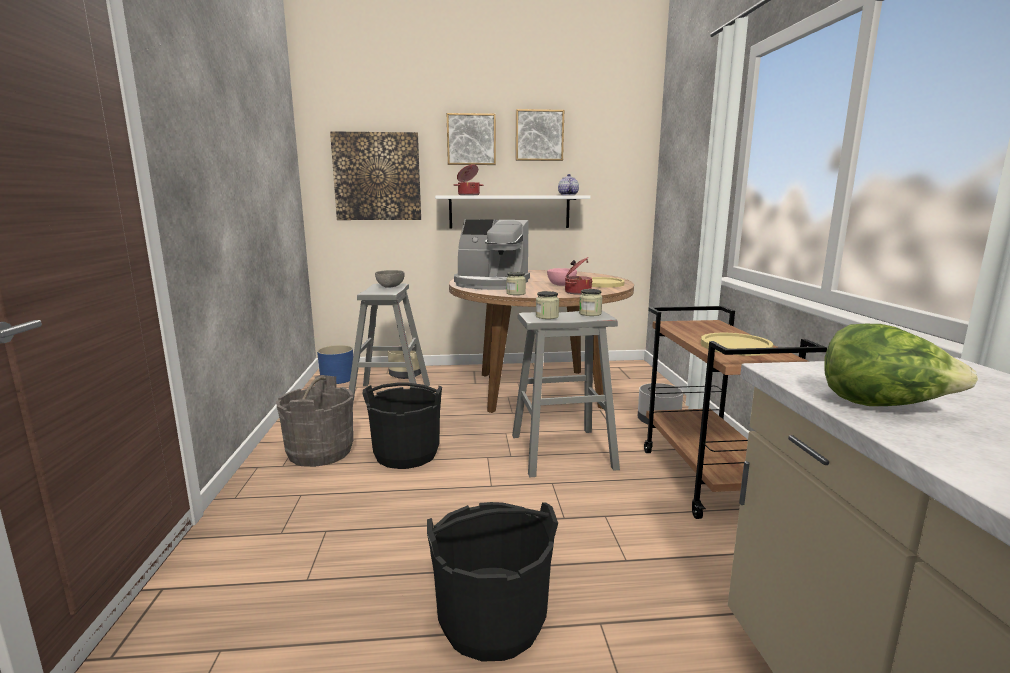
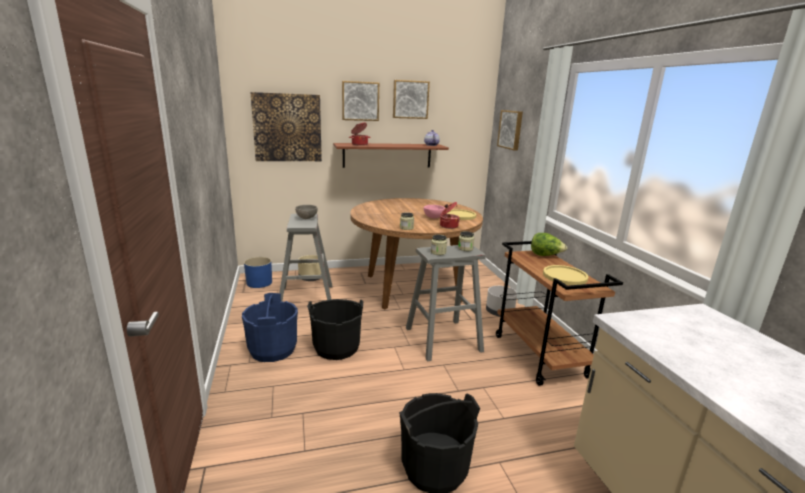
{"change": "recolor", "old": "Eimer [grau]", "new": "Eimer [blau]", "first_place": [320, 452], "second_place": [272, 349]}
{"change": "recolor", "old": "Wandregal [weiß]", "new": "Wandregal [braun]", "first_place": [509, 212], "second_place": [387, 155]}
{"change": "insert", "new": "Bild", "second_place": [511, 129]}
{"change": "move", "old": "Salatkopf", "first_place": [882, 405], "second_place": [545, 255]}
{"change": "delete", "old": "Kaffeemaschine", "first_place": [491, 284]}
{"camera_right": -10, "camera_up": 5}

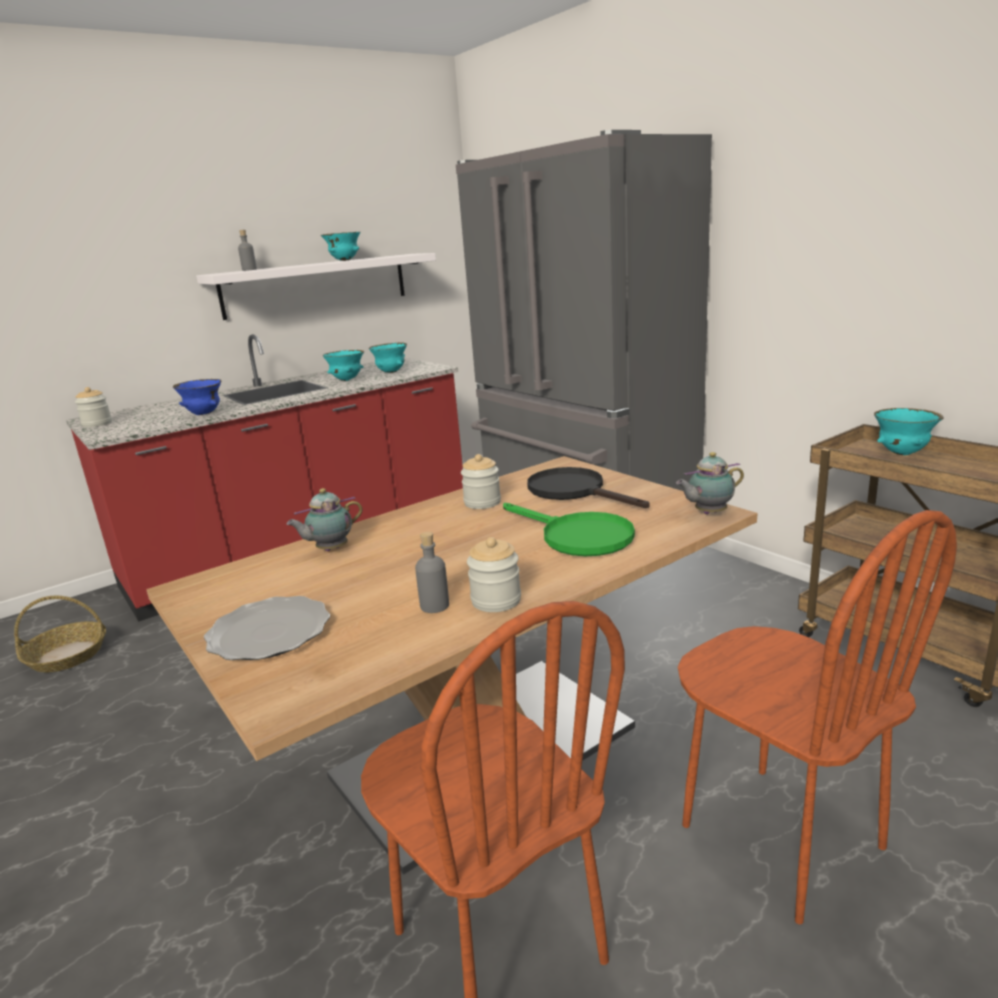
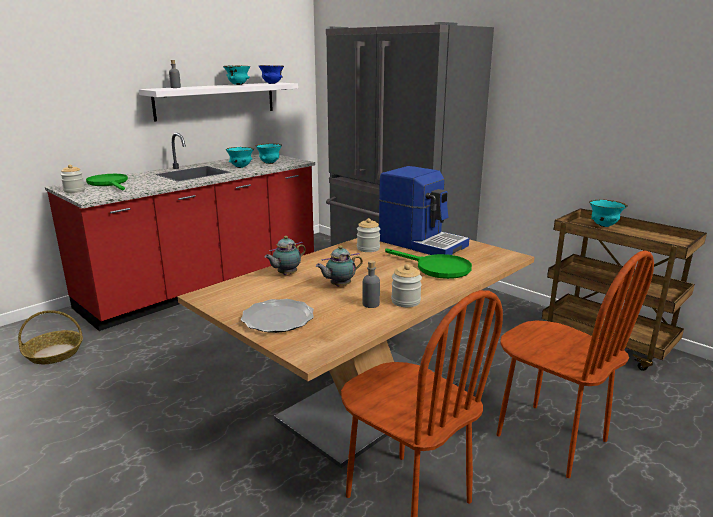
{"change": "insert", "new": "Pfanne [grün]", "second_place": [109, 183]}
{"change": "move", "old": "Schüssel [blau]", "first_place": [204, 414], "second_place": [272, 84]}
{"change": "move", "old": "Teekanne", "first_place": [708, 513], "second_place": [339, 286]}
{"change": "replace", "old": "Pfanne [schwarz]", "new": "Kaffeemaschine", "first_place": [574, 491], "second_place": [422, 243]}
{"camera_right": -10, "camera_up": 0}

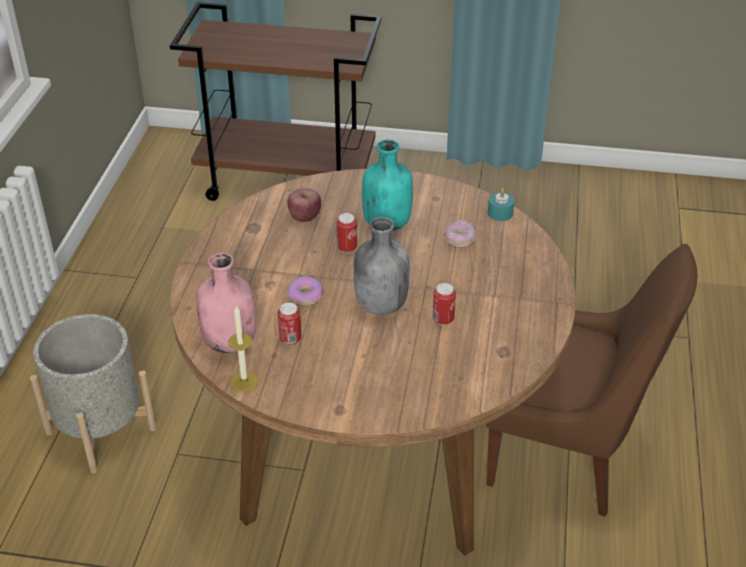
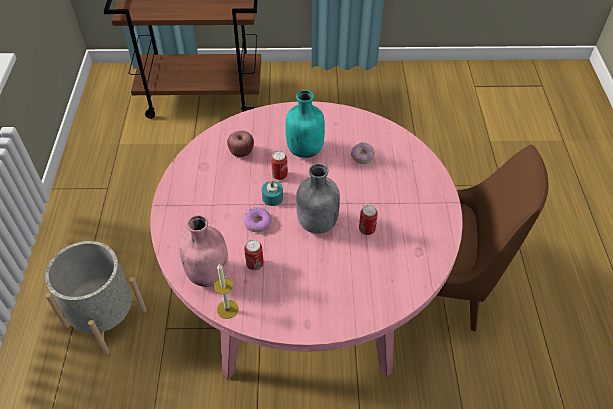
{"change": "recolor", "old": "Esstisch [braun]", "new": "Esstisch [rosa]", "first_place": [372, 450], "second_place": [306, 304]}
{"change": "move", "old": "Kerze [türkis]", "first_place": [500, 213], "second_place": [272, 197]}
{"camera_right": -10, "camera_up": 10}

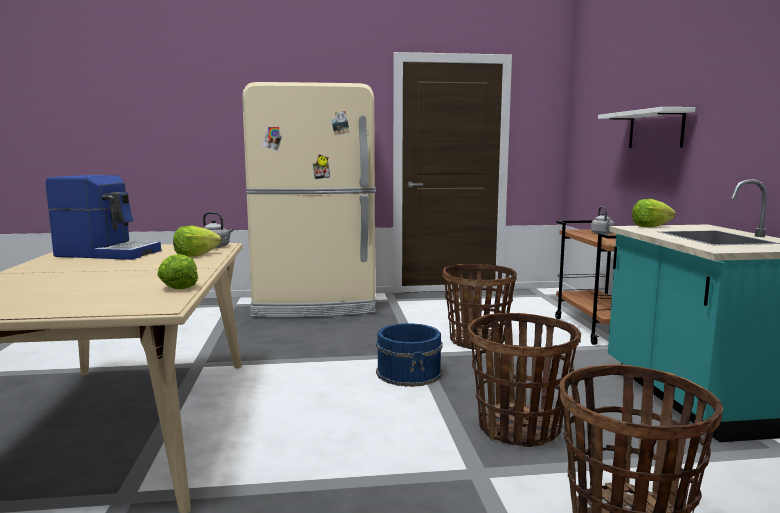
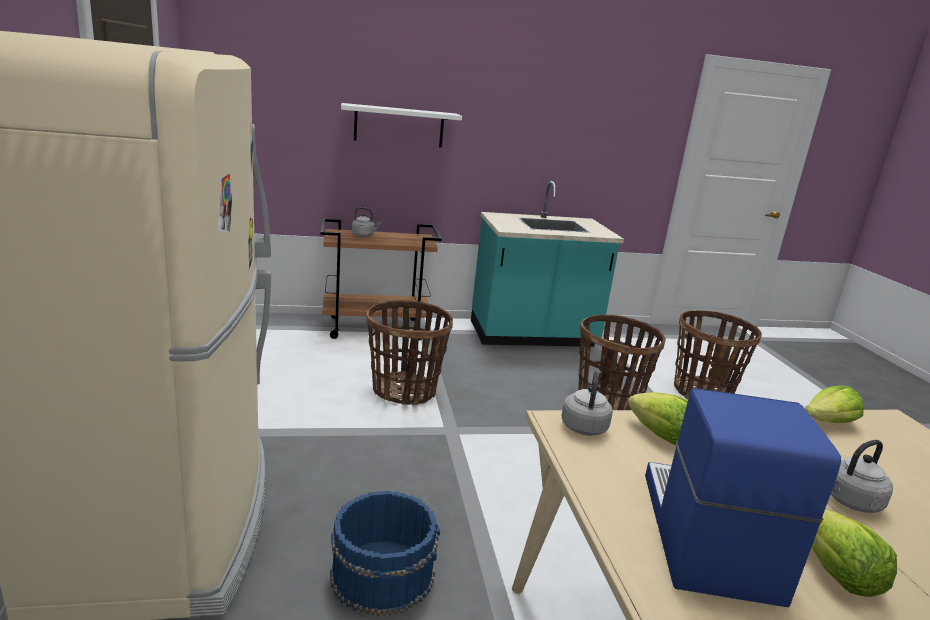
{"change": "move", "old": "Eimer [blau]", "first_place": [409, 373], "second_place": [382, 574]}
{"change": "move", "old": "Salatkopf", "first_place": [650, 226], "second_place": [835, 573]}
{"change": "insert", "new": "Wasserkessel [grau]", "second_place": [849, 501]}
{"camera_right": -95, "camera_up": 10}

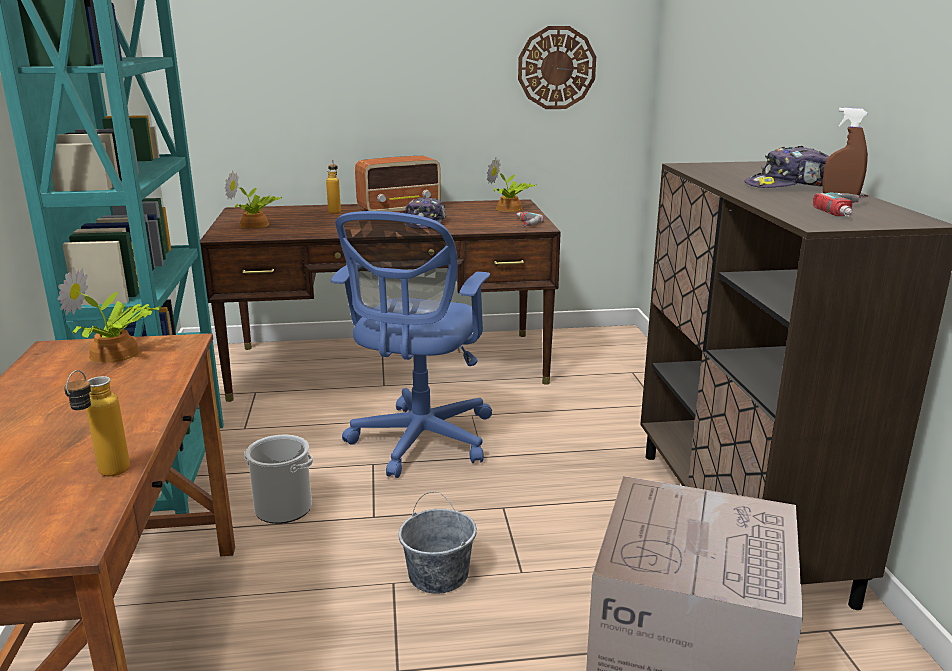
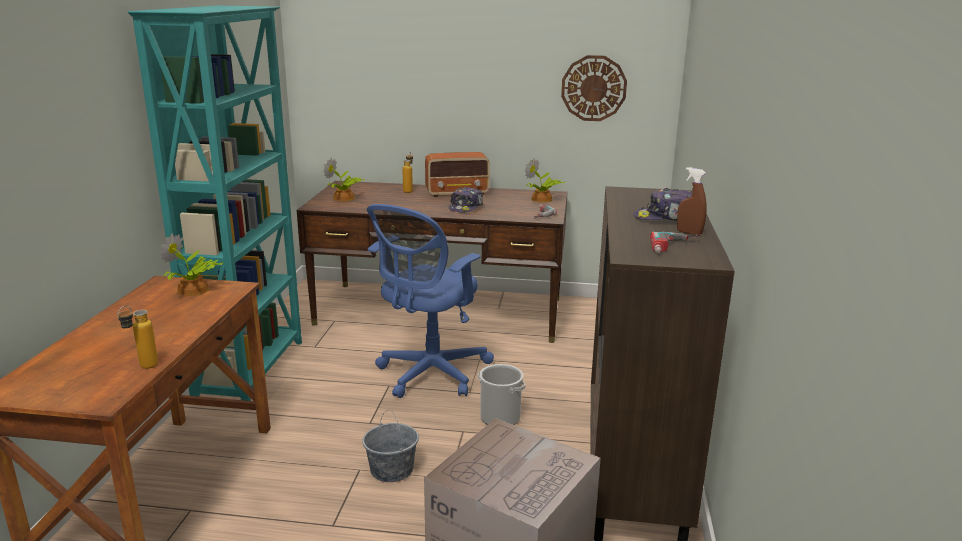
{"change": "move", "old": "Eimer", "first_place": [283, 508], "second_place": [500, 417]}
{"camera_right": 15, "camera_up": 0}

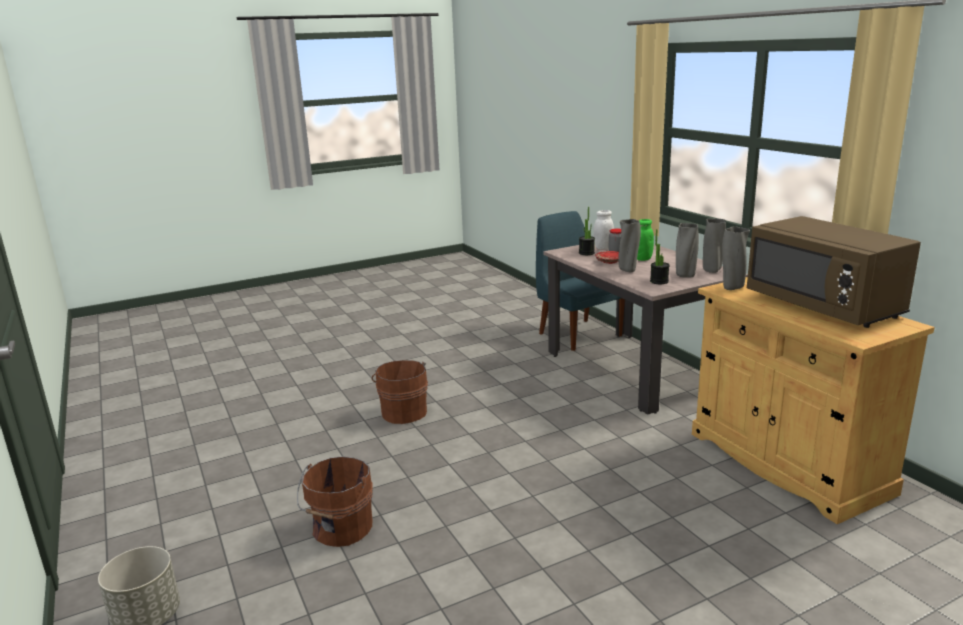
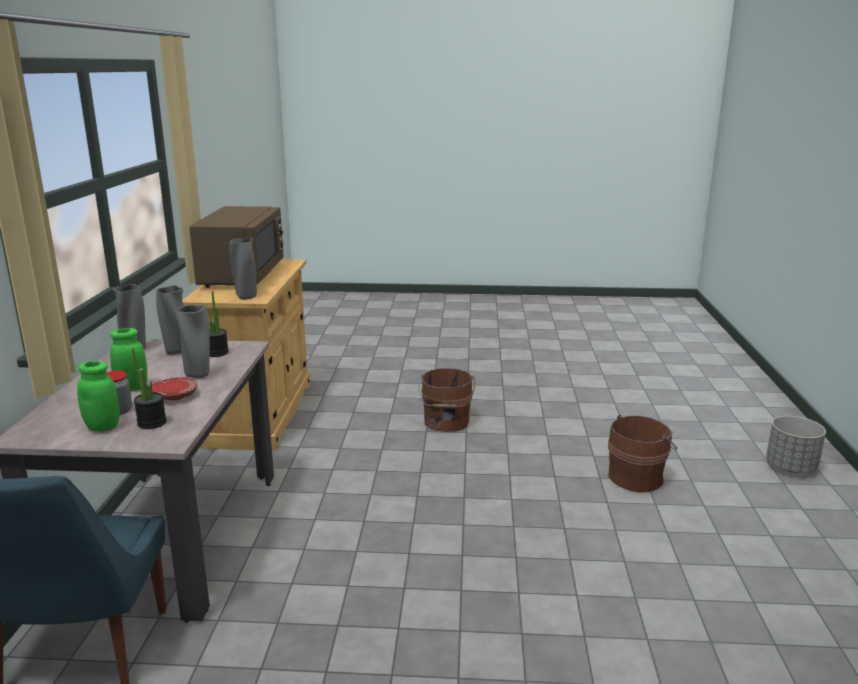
{"change": "recolor", "old": "Vorratsglas [weiß]", "new": "Vorratsglas [grün]", "first_place": [603, 248], "second_place": [103, 427]}
{"change": "move", "old": "Eimer [braun]", "first_place": [403, 412], "second_place": [446, 422]}
{"camera_right": -150, "camera_up": 0}

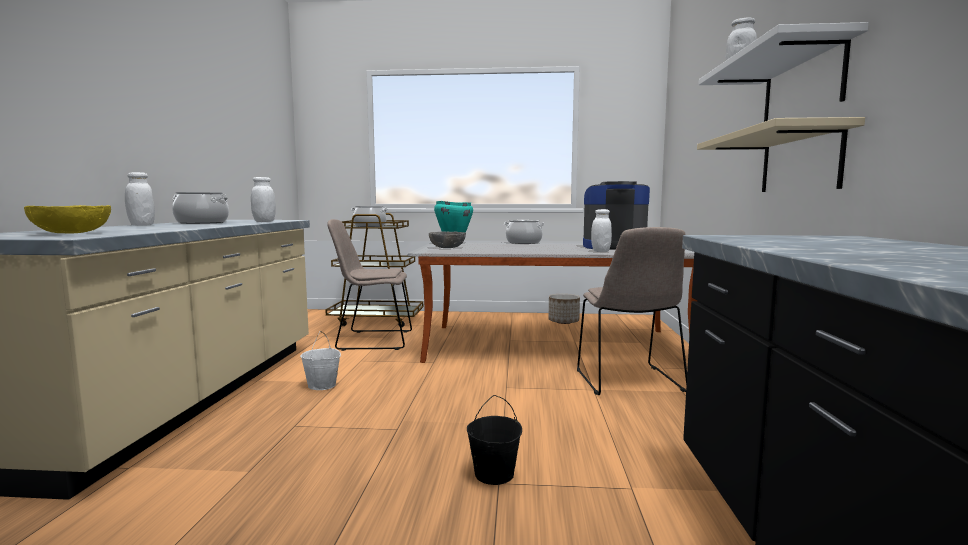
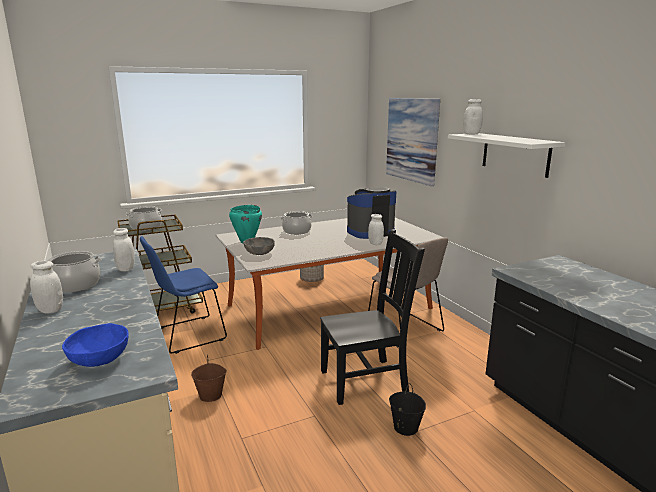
{"change": "recolor", "old": "Schüssel [gelb]", "new": "Schüssel [blau]", "first_place": [73, 233], "second_place": [100, 359]}
{"change": "recolor", "old": "Stuhl [beige]", "new": "Stuhl [blau]", "first_place": [372, 340], "second_place": [187, 335]}
{"change": "recolor", "old": "Eimer [weiß]", "new": "Eimer [braun]", "first_place": [322, 385], "second_place": [211, 395]}
{"change": "insert", "new": "Stuhl [schwarz]", "second_place": [366, 380]}
{"change": "insert", "new": "Bild", "second_place": [412, 140]}
{"change": "delete", "old": "Wandregal [beige]", "first_place": [799, 161]}
{"camera_right": -30, "camera_up": 10}

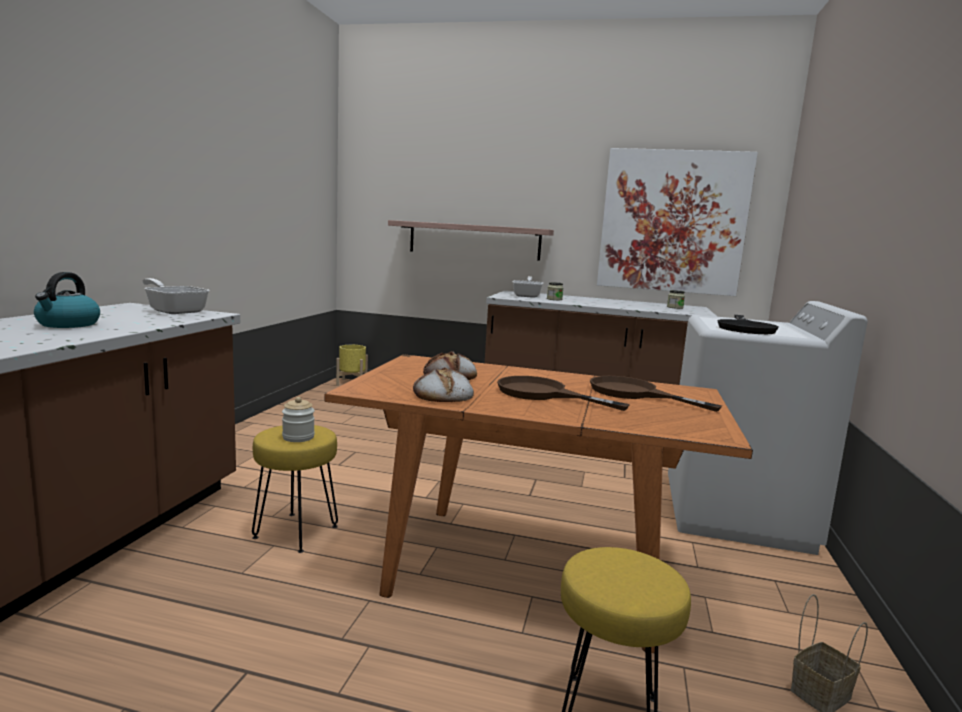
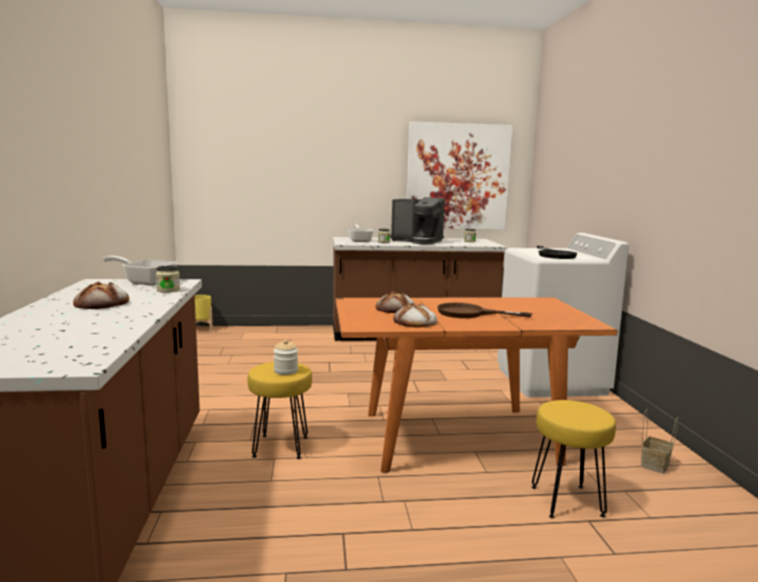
{"change": "replace", "old": "Wasserkessel", "new": "Brot", "first_place": [68, 324], "second_place": [102, 303]}
{"change": "insert", "new": "Vorratsglas", "second_place": [168, 290]}
{"change": "insert", "new": "Kaffeemaschine", "second_place": [417, 241]}
{"change": "delete", "old": "Wandregal", "first_place": [474, 240]}
{"change": "delete", "old": "Pfanne [braun]", "first_place": [634, 393]}
{"camera_right": -20, "camera_up": 0}

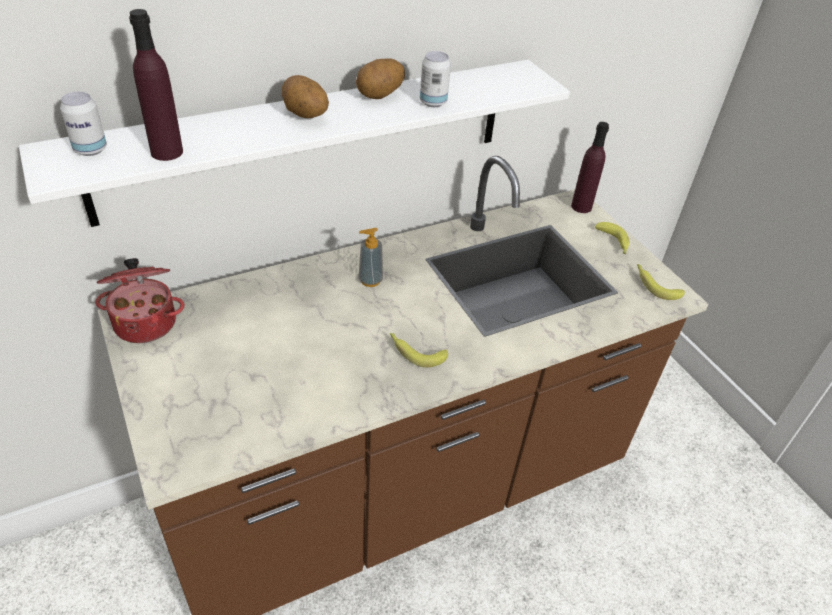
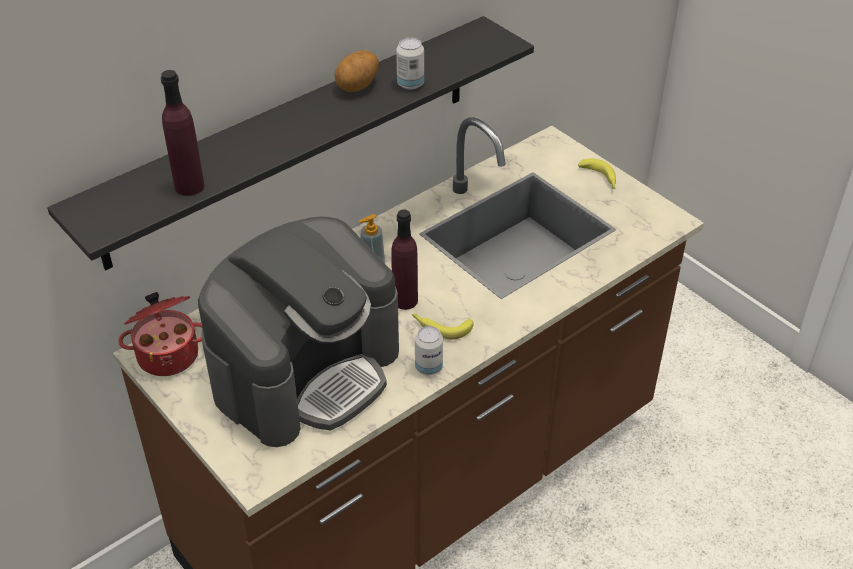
{"change": "recolor", "old": "Wandregal [weiß]", "new": "Wandregal [schwarz]", "first_place": [309, 139], "second_place": [292, 139]}
{"change": "insert", "new": "Kaffeemaschine", "second_place": [306, 371]}
{"change": "move", "old": "Flasche [lila]", "first_place": [581, 207], "second_place": [405, 300]}
{"change": "move", "old": "Dose", "first_place": [90, 150], "second_place": [428, 367]}
{"change": "delete", "old": "Kartoffel", "first_place": [305, 116]}
{"change": "delete", "old": "Banane", "first_place": [655, 285]}
{"camera_right": -10, "camera_up": 0}

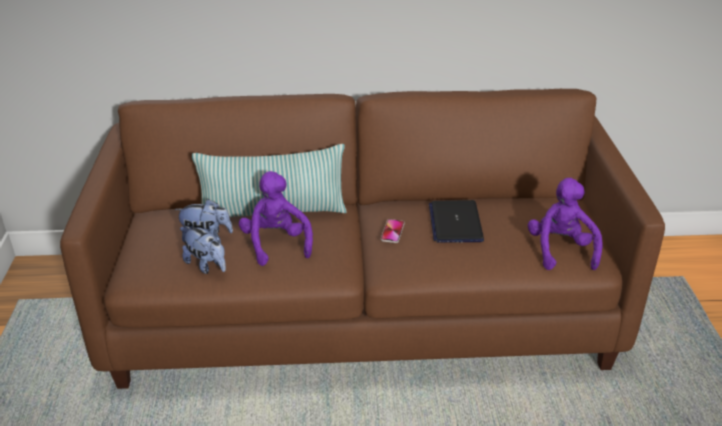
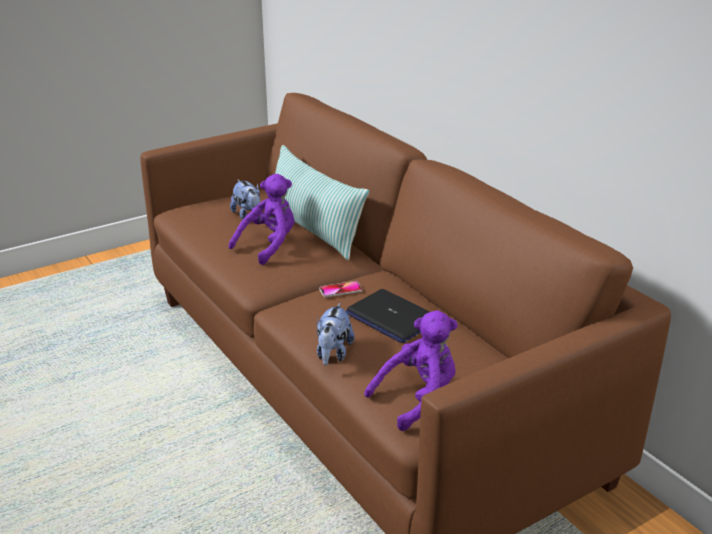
{"change": "move", "old": "Plüschtier", "first_place": [207, 266], "second_place": [333, 354]}
{"change": "rotate", "old": "Laptop", "first_place": [455, 222], "second_place": [391, 317], "degrees": -105}
{"camera_right": 60, "camera_up": -5}

